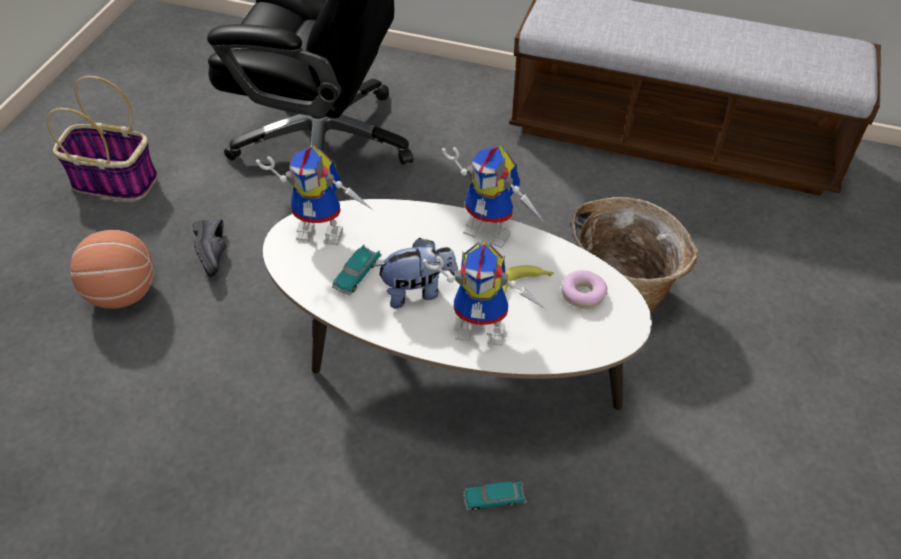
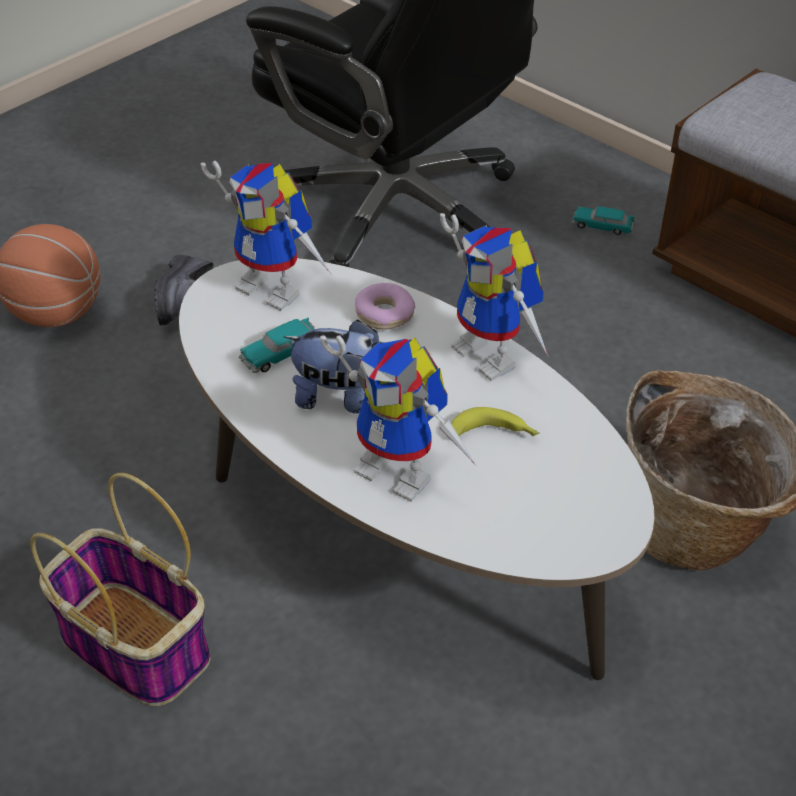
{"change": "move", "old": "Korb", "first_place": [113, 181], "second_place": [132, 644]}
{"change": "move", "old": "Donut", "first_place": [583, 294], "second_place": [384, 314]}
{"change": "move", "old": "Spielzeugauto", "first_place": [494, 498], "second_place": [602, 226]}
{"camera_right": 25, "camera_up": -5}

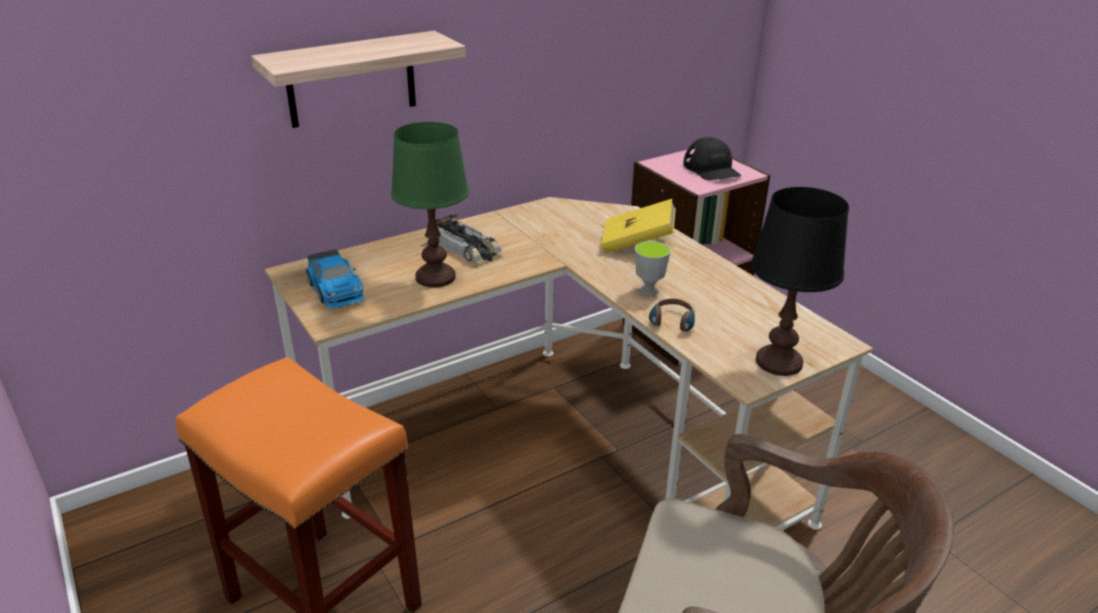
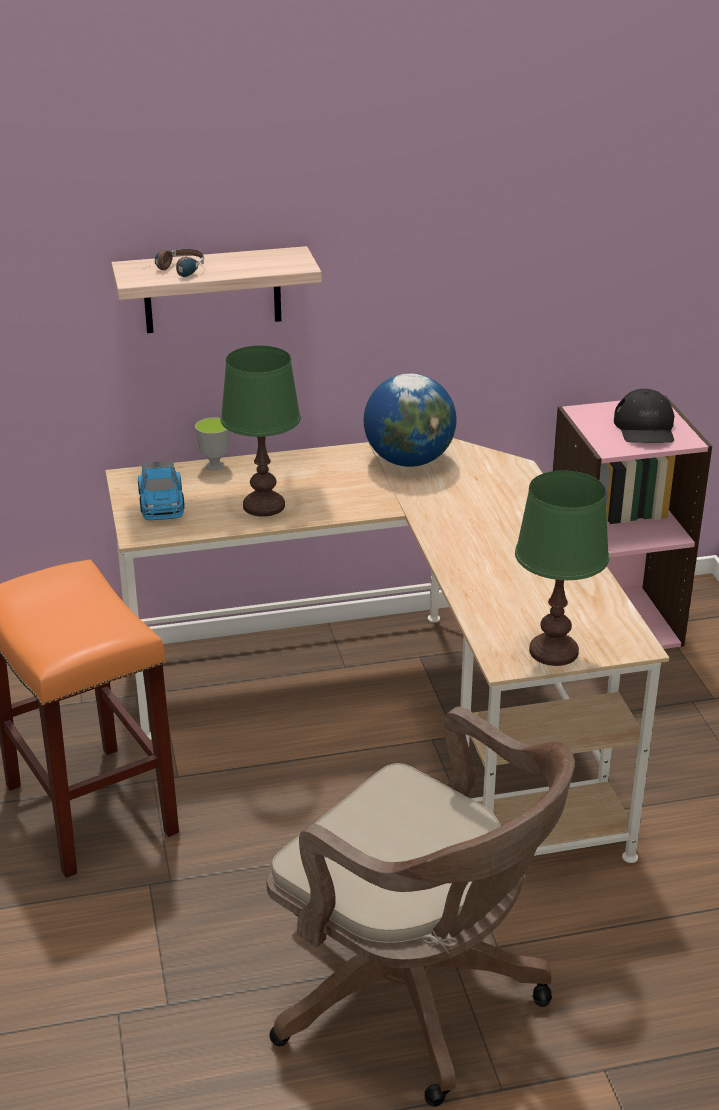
{"change": "move", "old": "Kopfhörer", "first_place": [671, 325], "second_place": [176, 272]}
{"change": "move", "old": "Tasse", "first_place": [649, 290], "second_place": [215, 466]}
{"change": "insert", "new": "Globus", "second_place": [409, 461]}
{"change": "recolor", "old": "Tischlampe [schwarz]", "new": "Tischlampe [grün]", "first_place": [779, 362], "second_place": [554, 651]}
{"change": "delete", "old": "Spielzeugauto", "first_place": [466, 248]}
{"change": "delete", "old": "Buch [gelb]", "first_place": [637, 243]}
{"camera_right": 20, "camera_up": 0}

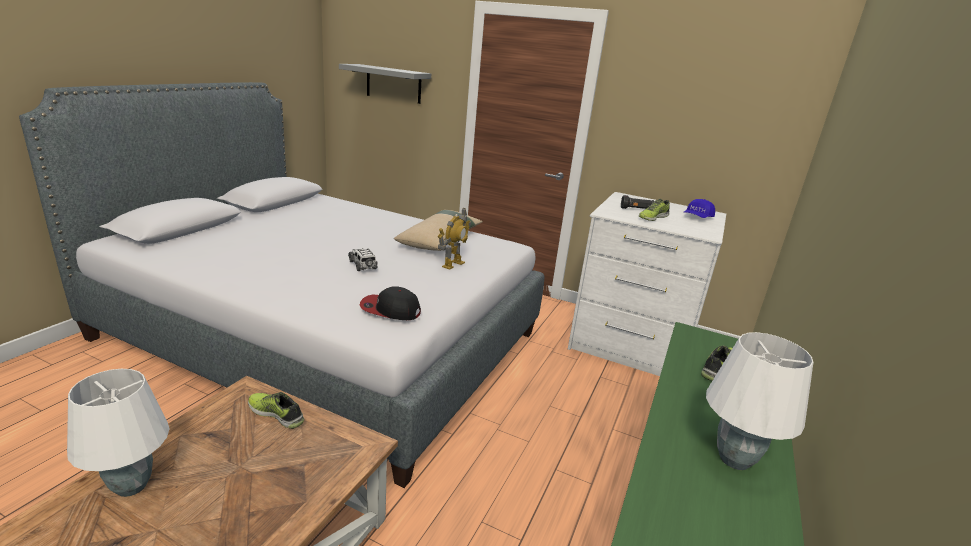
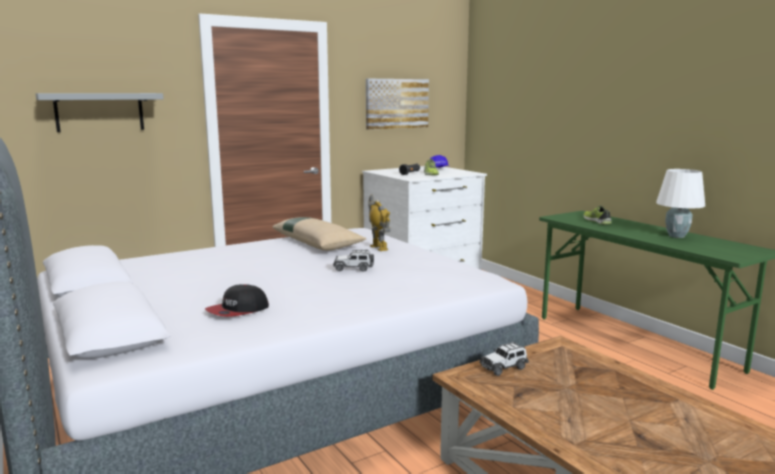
{"change": "move", "old": "Kappe", "first_place": [390, 310], "second_place": [238, 310]}
{"change": "insert", "new": "Bild", "second_place": [396, 103]}
{"change": "replace", "old": "Schuh", "new": "Spielzeugauto", "first_place": [277, 414], "second_place": [504, 367]}
{"change": "delete", "old": "Tischlampe [weiß]", "first_place": [131, 486]}
{"camera_right": -55, "camera_up": -10}

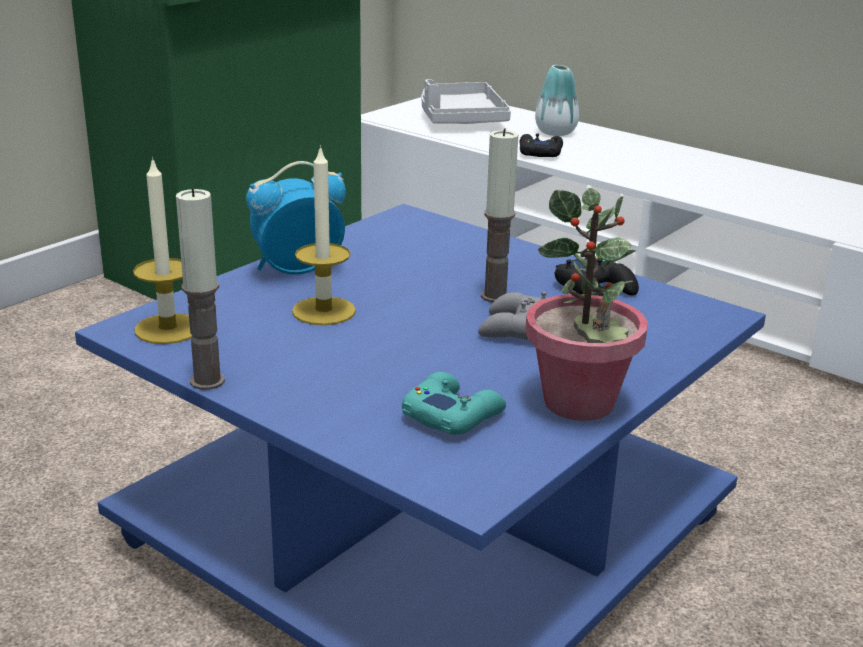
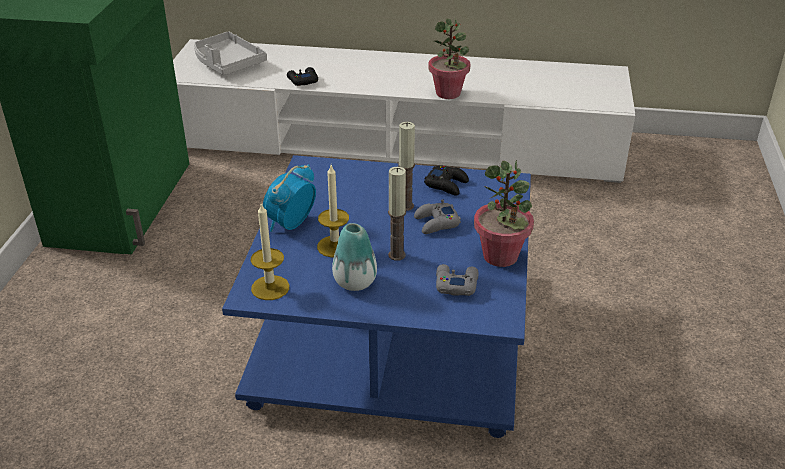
{"change": "move", "old": "Vase", "first_place": [555, 132], "second_place": [355, 282]}
{"change": "move", "old": "Kerze", "first_place": [207, 381], "second_place": [397, 255]}
{"change": "insert", "new": "Topfpflanze", "second_place": [448, 93]}
{"change": "recolor", "old": "Gamepad [türkis]", "new": "Gamepad [grau]", "first_place": [452, 414], "second_place": [456, 284]}
{"camera_right": -30, "camera_up": 10}

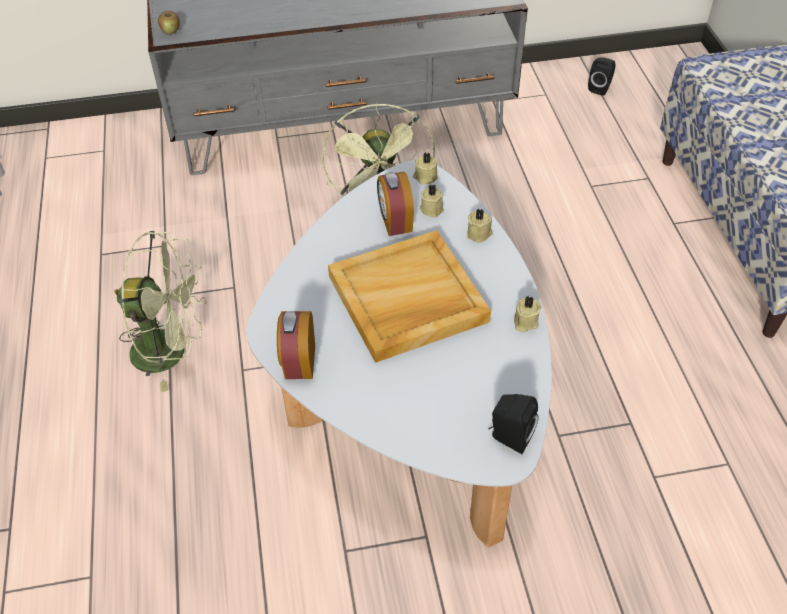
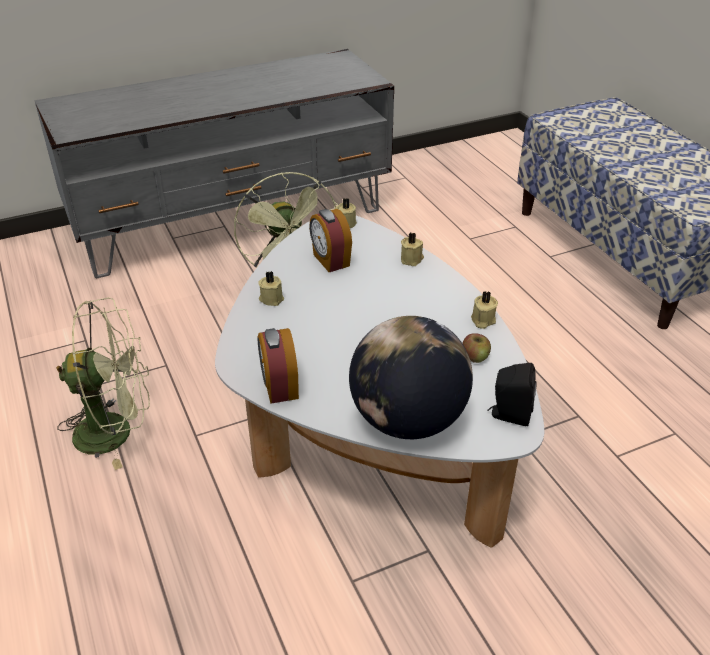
{"change": "move", "old": "Kerze [beige]", "first_place": [432, 208], "second_place": [271, 298]}
{"change": "insert", "new": "Globus", "second_place": [407, 420]}
{"change": "move", "old": "Apfel", "first_place": [170, 31], "second_place": [475, 357]}
{"change": "delete", "old": "Tablett [beige]", "first_place": [407, 300]}
{"change": "delete", "old": "Lautsprecher [schwarz]", "first_place": [600, 88]}
{"camera_right": -15, "camera_up": -10}

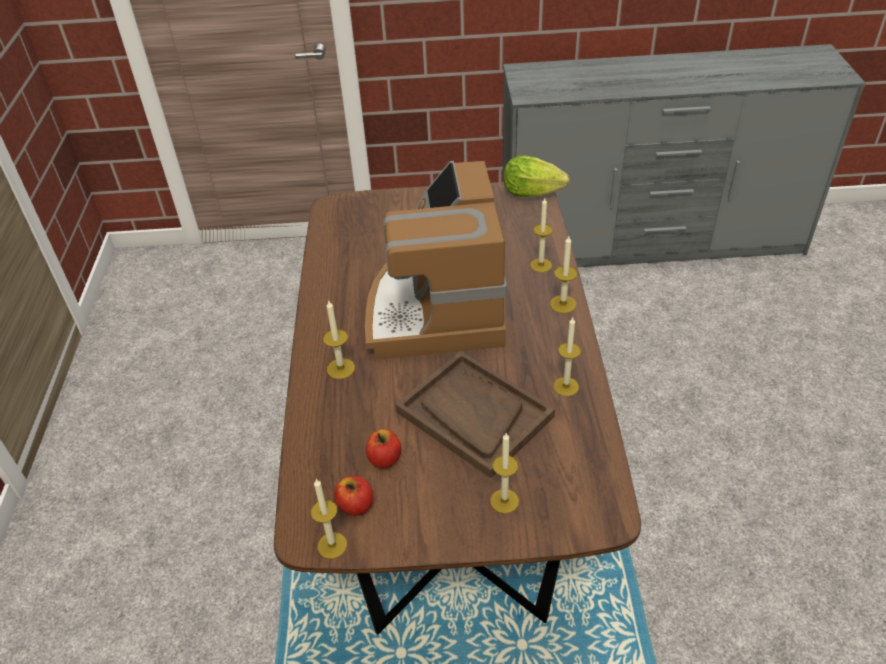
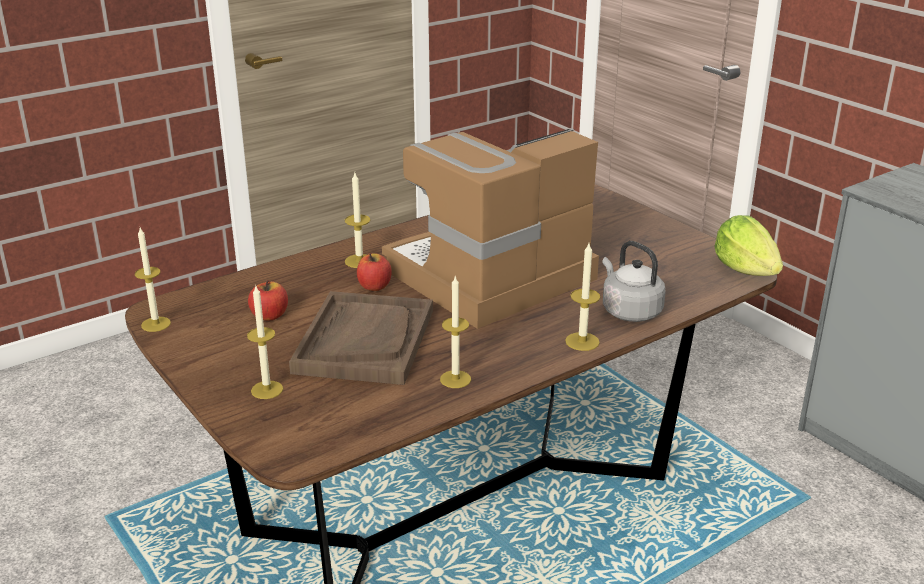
{"change": "move", "old": "Apfel", "first_place": [356, 505], "second_place": [374, 286]}
{"change": "replace", "old": "Kerze", "new": "Wasserkessel [grau]", "first_place": [541, 265], "second_place": [629, 311]}
{"camera_right": 55, "camera_up": -15}

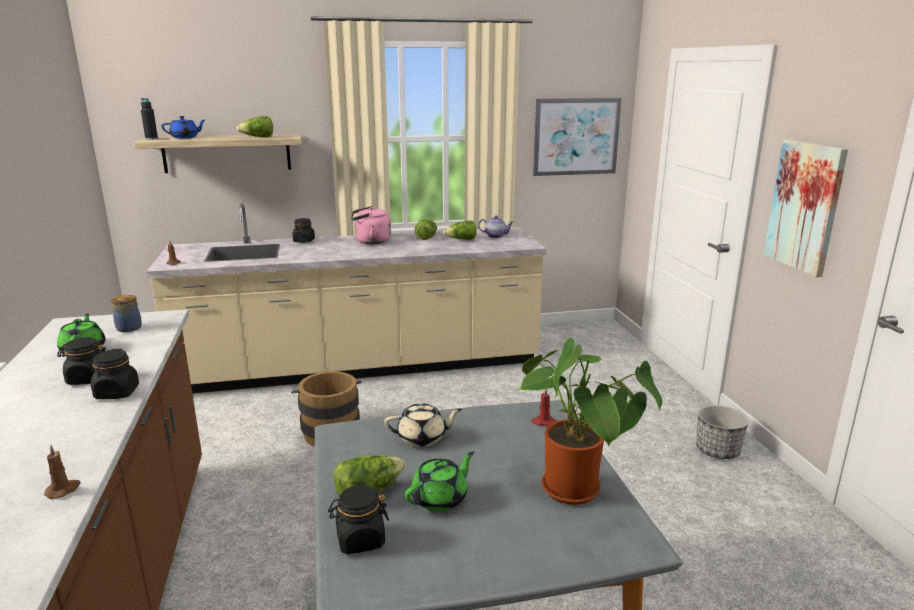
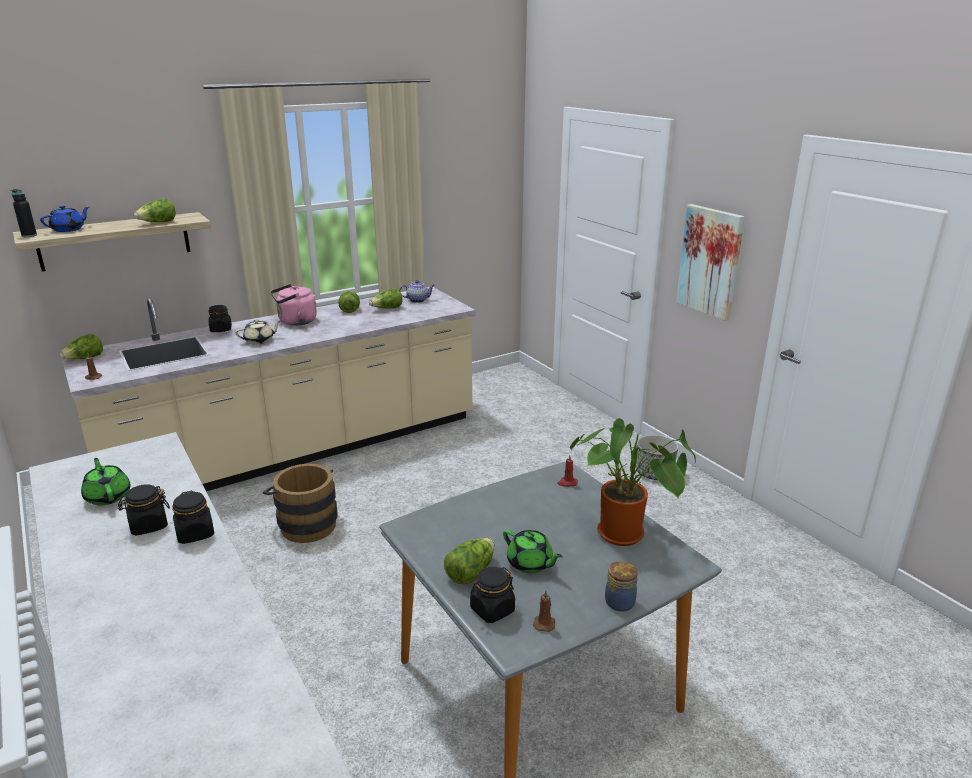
{"change": "insert", "new": "Salatkopf", "second_place": [85, 359]}
{"change": "move", "old": "Teekanne [beige]", "first_place": [422, 438], "second_place": [260, 341]}
{"change": "rotate", "old": "Teekanne [grün]", "first_place": [440, 498], "second_place": [530, 563], "degrees": 105}
{"change": "move", "old": "Kerze [braun]", "first_place": [63, 490], "second_place": [544, 623]}
{"change": "move", "old": "Vorratsglas", "first_place": [129, 328], "second_place": [618, 601]}
{"change": "delete", "old": "Bild", "first_place": [576, 136]}
{"camera_right": -20, "camera_up": 5}

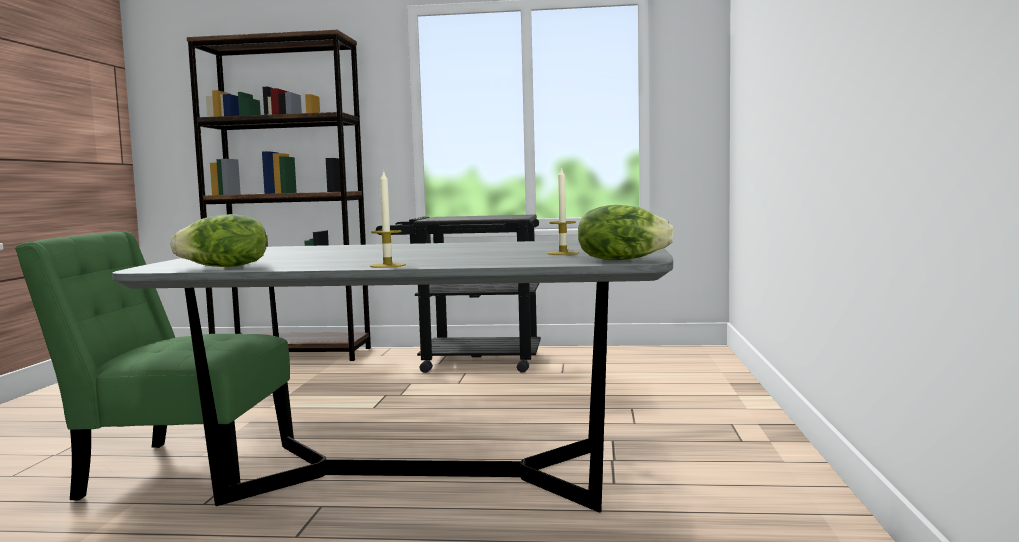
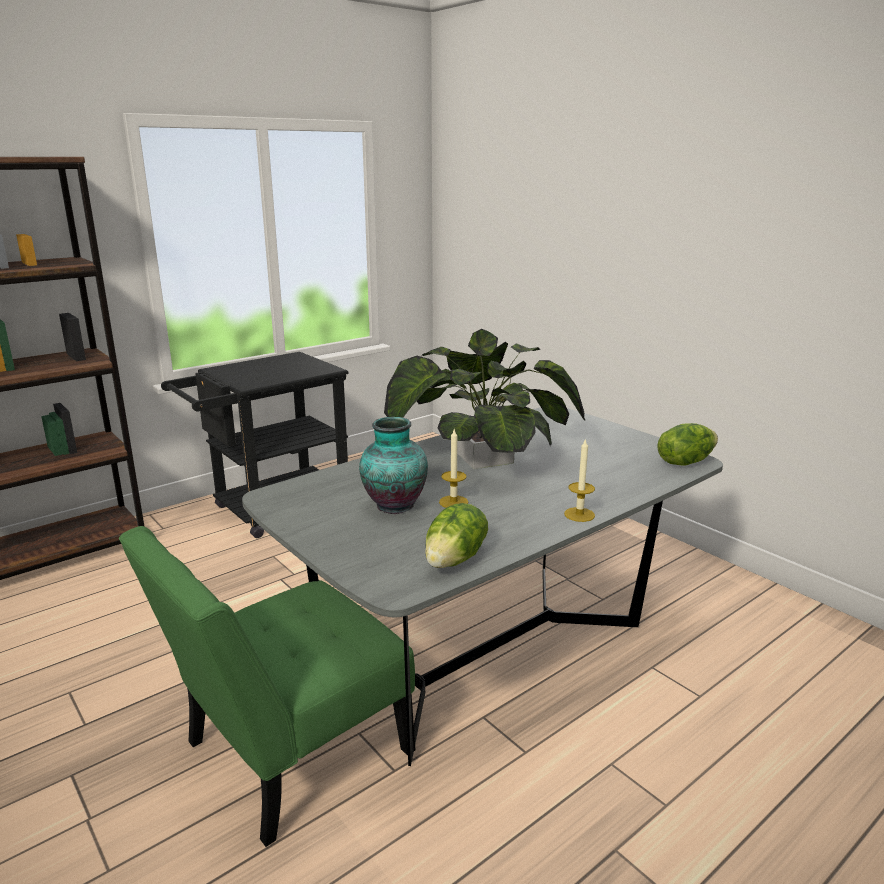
{"change": "insert", "new": "Vase", "second_place": [393, 506]}
{"change": "insert", "new": "Topfpflanze", "second_place": [485, 458]}
{"change": "move", "old": "Kerze", "first_place": [563, 253], "second_place": [453, 502]}
{"camera_right": -45, "camera_up": 15}

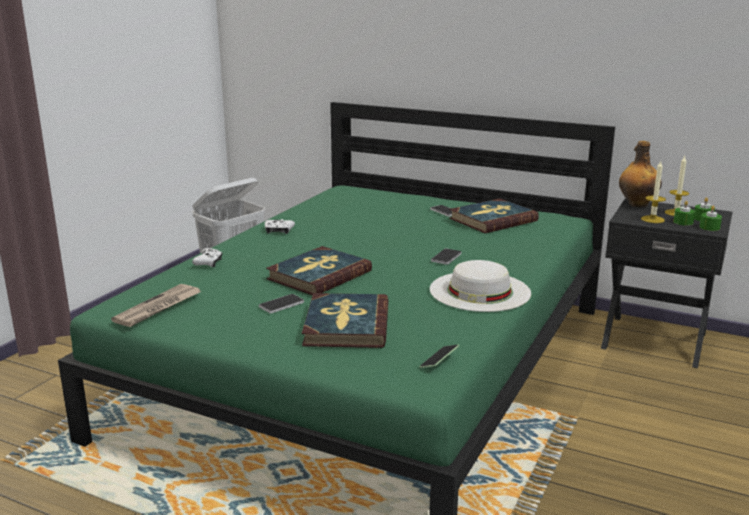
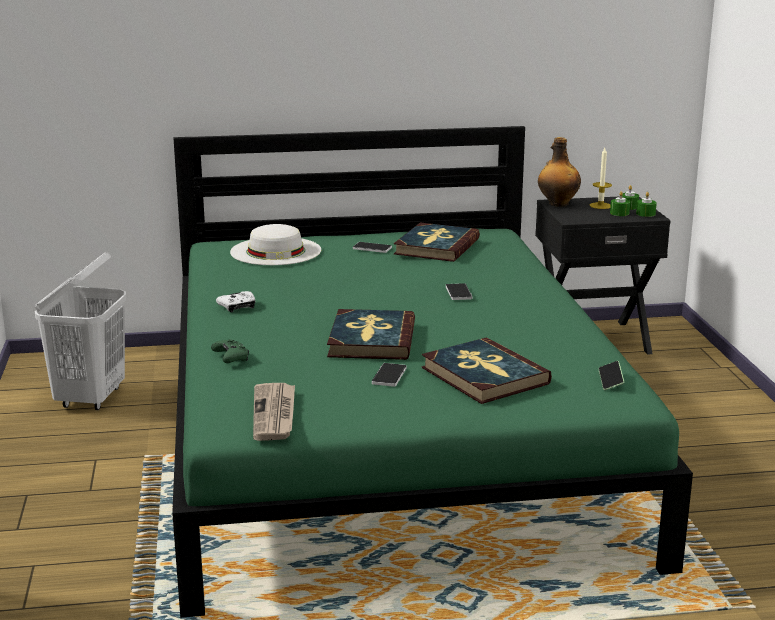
{"change": "recolor", "old": "Gamepad [weiß]", "new": "Gamepad [grün]", "first_place": [209, 263], "second_place": [231, 358]}
{"change": "move", "old": "Hut [weiß]", "first_place": [480, 291], "second_place": [276, 251]}
{"change": "delete", "old": "Kerze", "first_place": [652, 219]}
{"camera_right": -35, "camera_up": 0}

